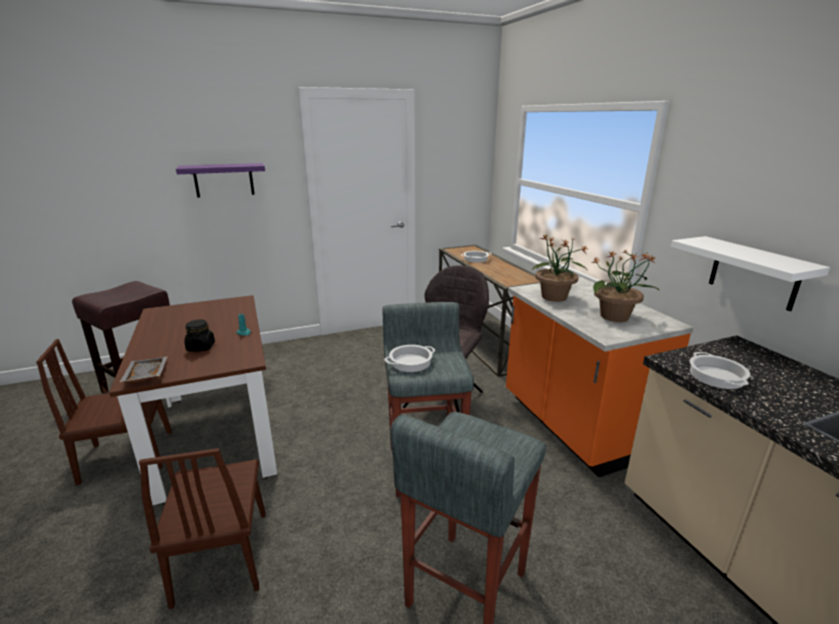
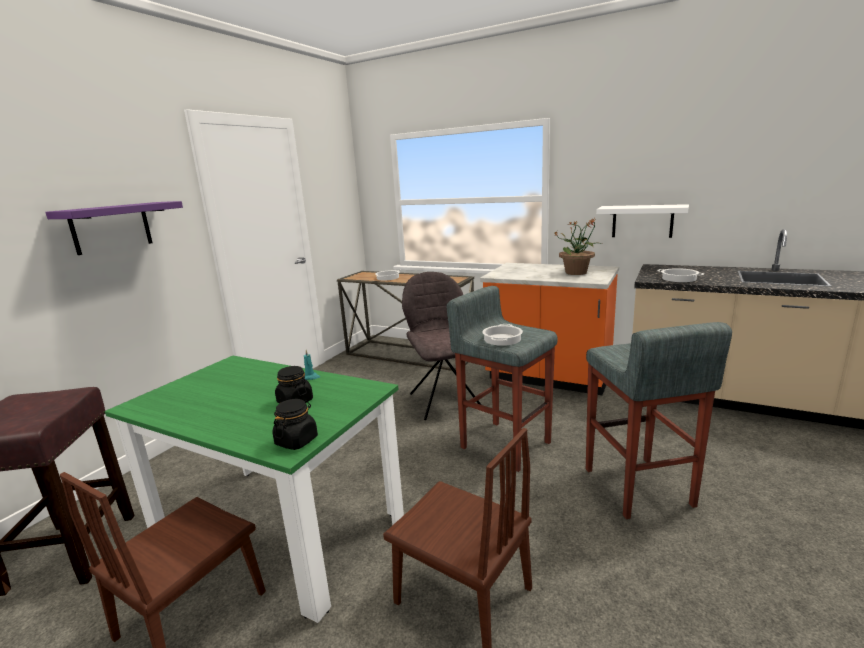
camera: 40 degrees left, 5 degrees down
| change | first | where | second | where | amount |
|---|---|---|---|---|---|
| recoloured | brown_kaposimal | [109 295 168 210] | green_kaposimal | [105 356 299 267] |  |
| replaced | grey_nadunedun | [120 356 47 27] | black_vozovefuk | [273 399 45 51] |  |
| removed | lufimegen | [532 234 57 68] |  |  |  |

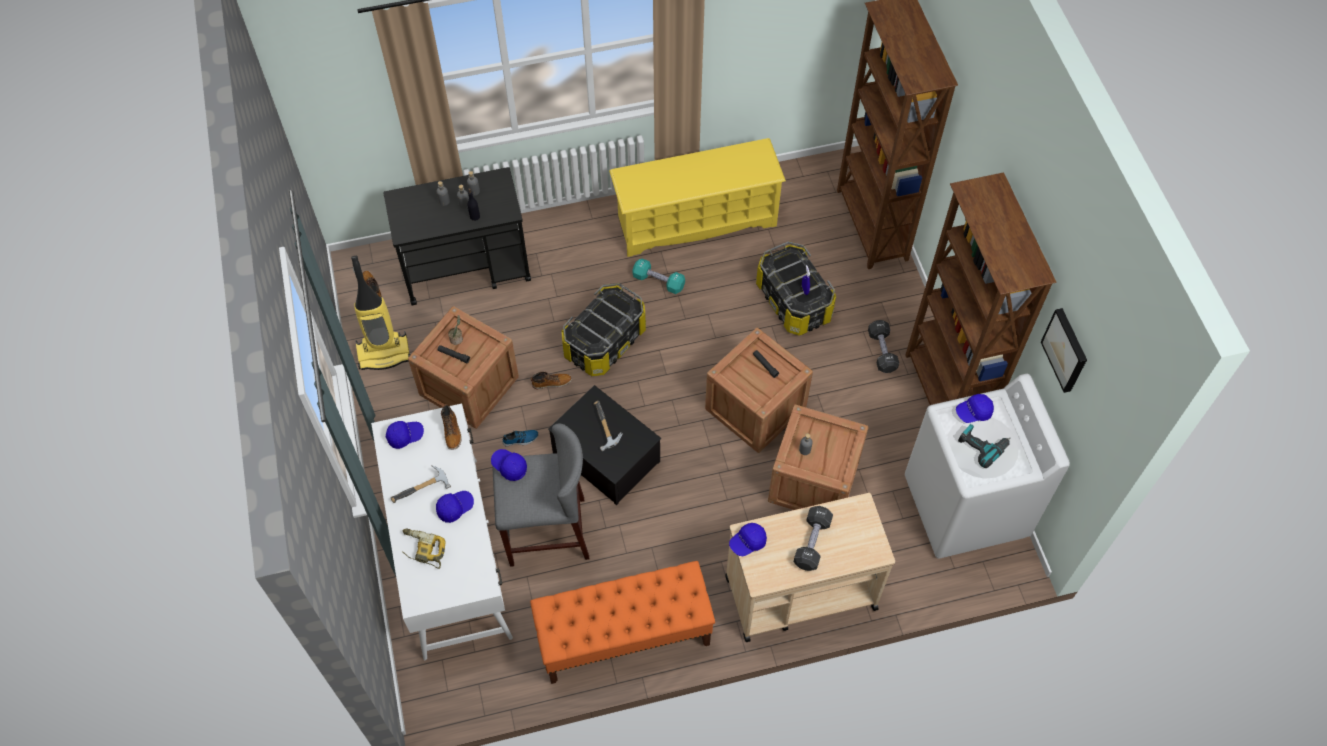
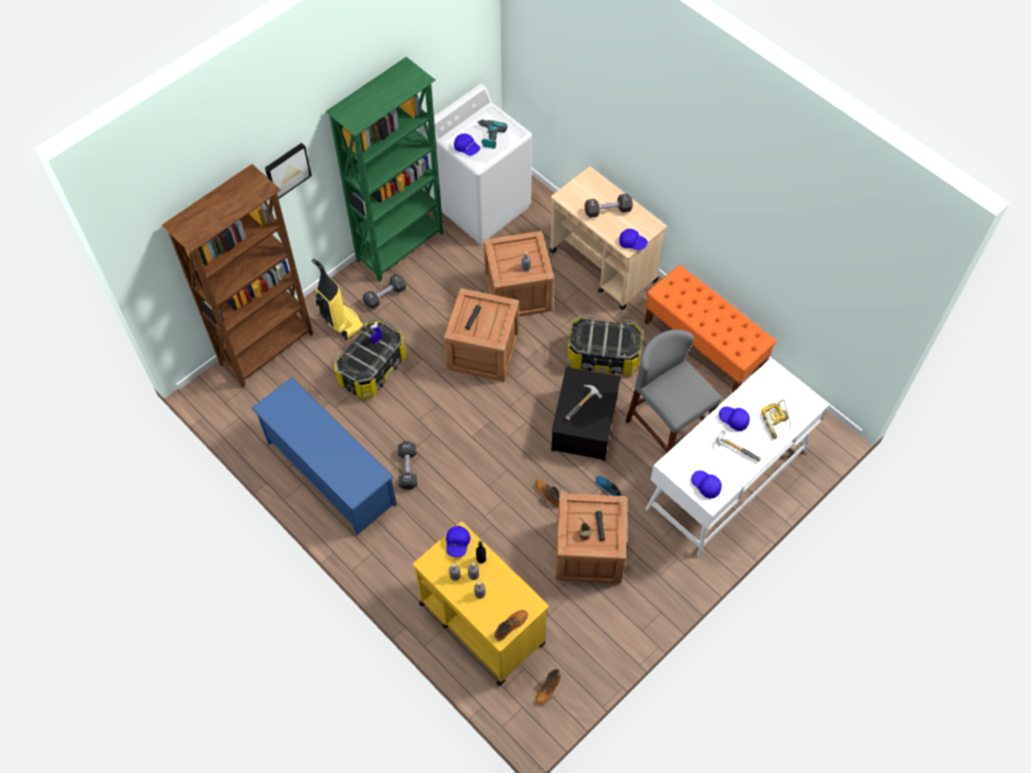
camera: 120 degrees left, 0 degrees up
| change | first | where | second | where | amount |
|---|---|---|---|---|---|
| recoloured | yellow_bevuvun | [609 138 177 119] | blue_bevuvun | [252 377 145 158] |  |
| moved | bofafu | [1041 308 46 85] |  | [265 143 47 56] |  |
| moved | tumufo | [351 256 59 114] |  | [312 259 52 81] |  |
| recoloured | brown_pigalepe | [905 172 152 233] | green_pigalepe | [326 57 118 225] |  |
| recoloured | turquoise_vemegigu | [632 259 53 35] | black_vemegigu | [398 441 19 49] |  |
| recoloured | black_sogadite | [384 167 147 138] | yellow_sogadite | [413 522 136 164] |  |
| moved | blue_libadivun | [491 449 36 32] |  | [446 526 25 31] |  |
| moved | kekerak | [441 405 21 45] |  | [494 610 34 31] |  |
| moved | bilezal | [562 283 84 93] |  | [567 315 76 60] |  |

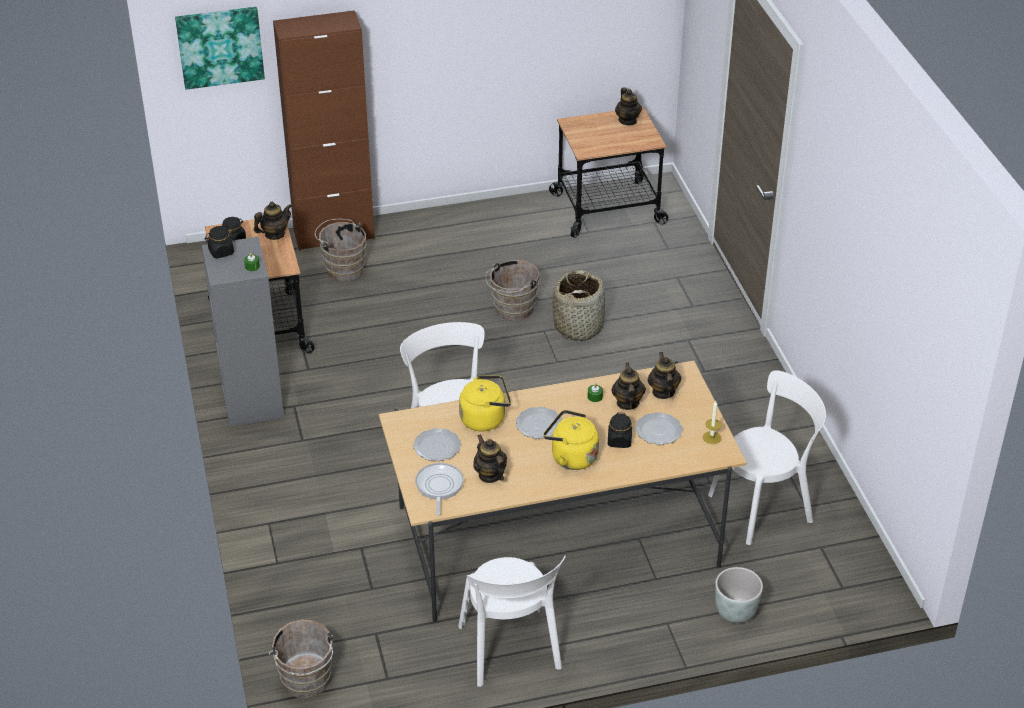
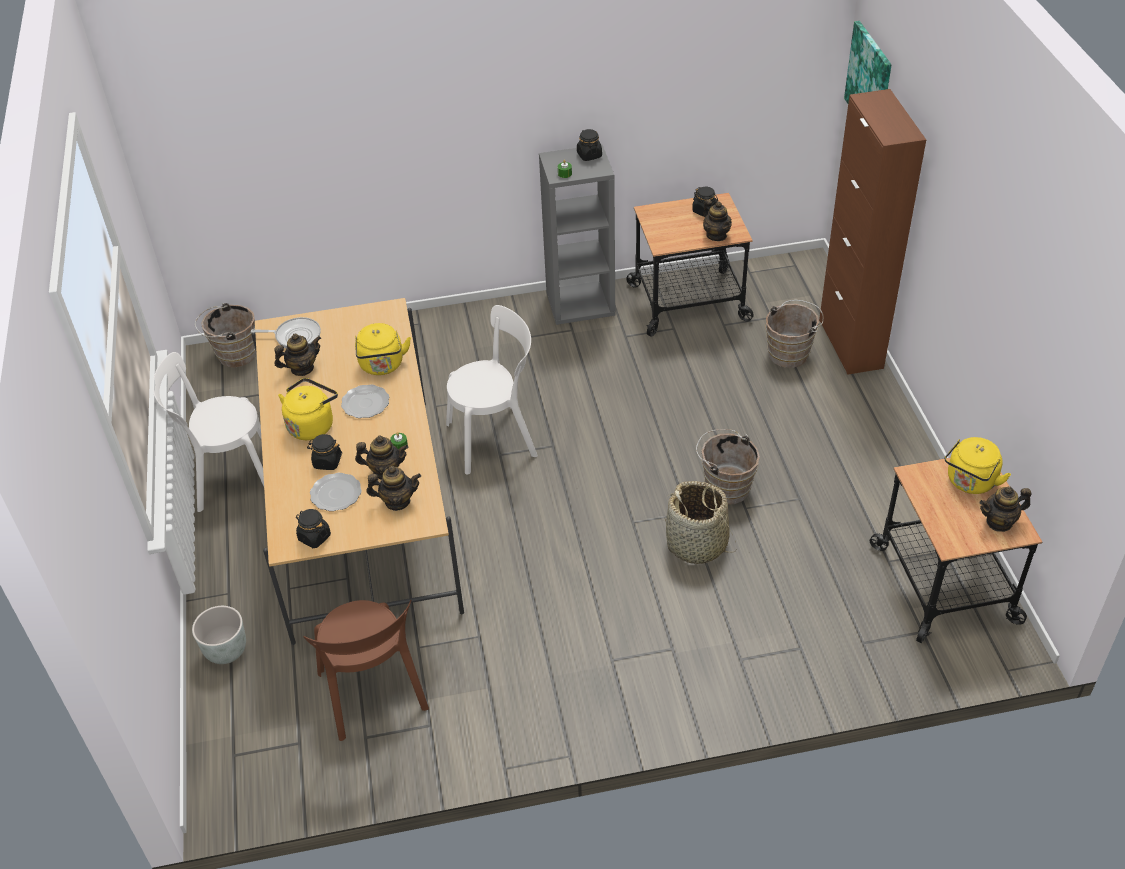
camera: 95 degrees right, 5 degrees up
| change | first | where | second | where | amount |
|---|---|---|---|---|---|
| replaced | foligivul | [703 401 18 43] | black_vozovefuk | [296 509 35 39] |  |
| recoloured | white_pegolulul | [708 370 118 175] | brown_pegolulul | [303 600 126 141] |  |
| added |  |  | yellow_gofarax | [945 437 66 57] |  |
| removed | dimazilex | [413 428 48 33] |  |  |  |

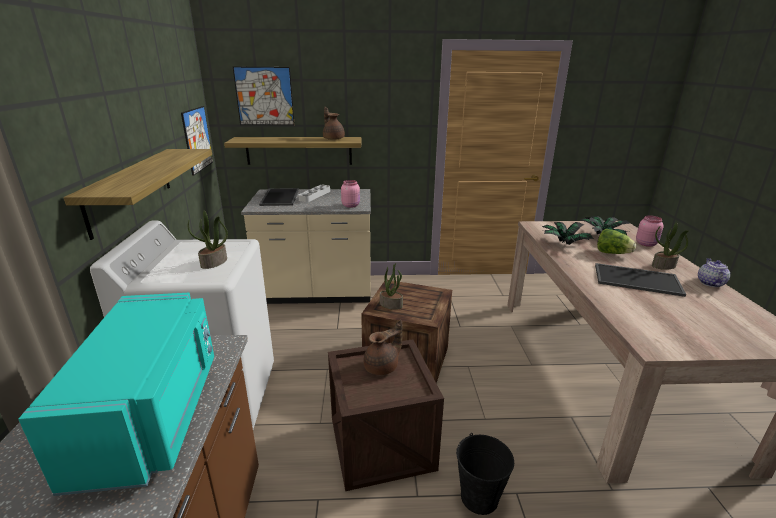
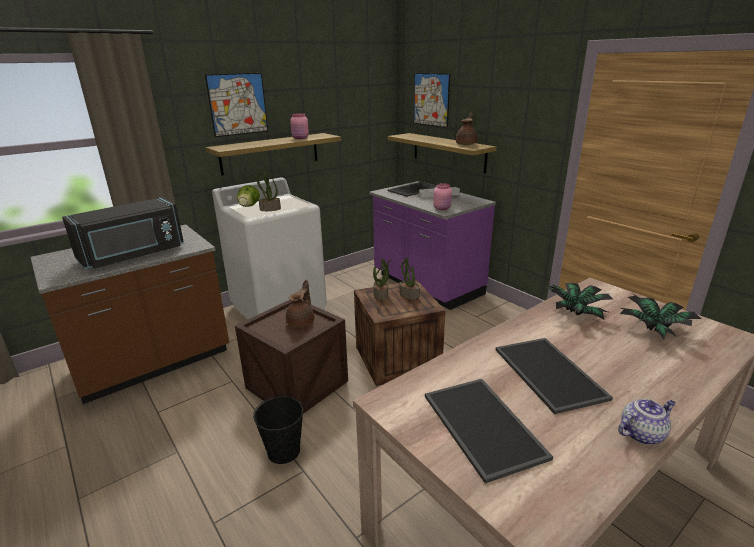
camera: 55 degrees right, 0 degrees up
| change | first | where | second | where | amount |
|---|---|---|---|---|---|
| recoloured | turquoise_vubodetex | [18 293 196 203] | black_vubodetex | [62 197 122 72] |  |
| moved | bofafu | [181 106 32 70] |  | [205 73 63 64] |  |
| moved | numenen | [597 229 39 25] |  | [237 185 23 22] |  |
| turned | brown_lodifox | [363 320 39 55] |  | [286 280 28 47] | 90 degrees counterclockwise |
| moved | pink_vozovefuk | [636 215 28 32] |  | [290 113 19 26] |  |
| recoloured | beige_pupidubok | [241 189 130 115] | purple_pupidubok | [369 181 127 129] |  |
| moved | lufimegen | [652 222 37 48] |  | [400 257 20 42] |  |
| added |  |  | nadunedun | [425 379 128 104] |  |

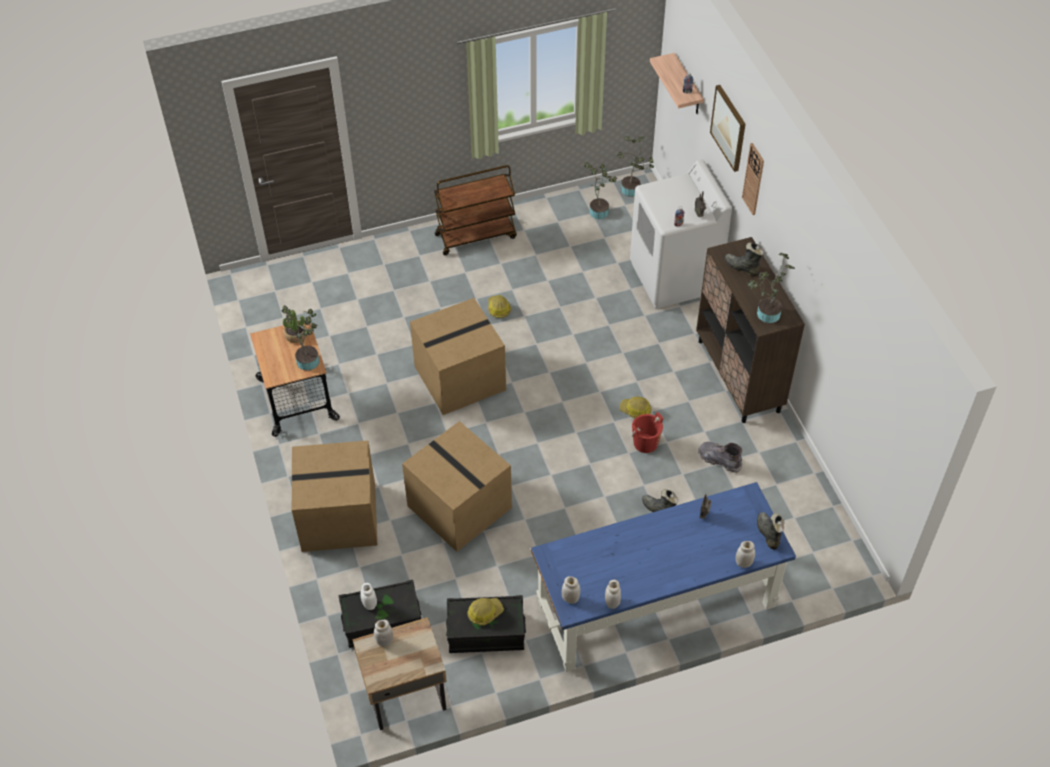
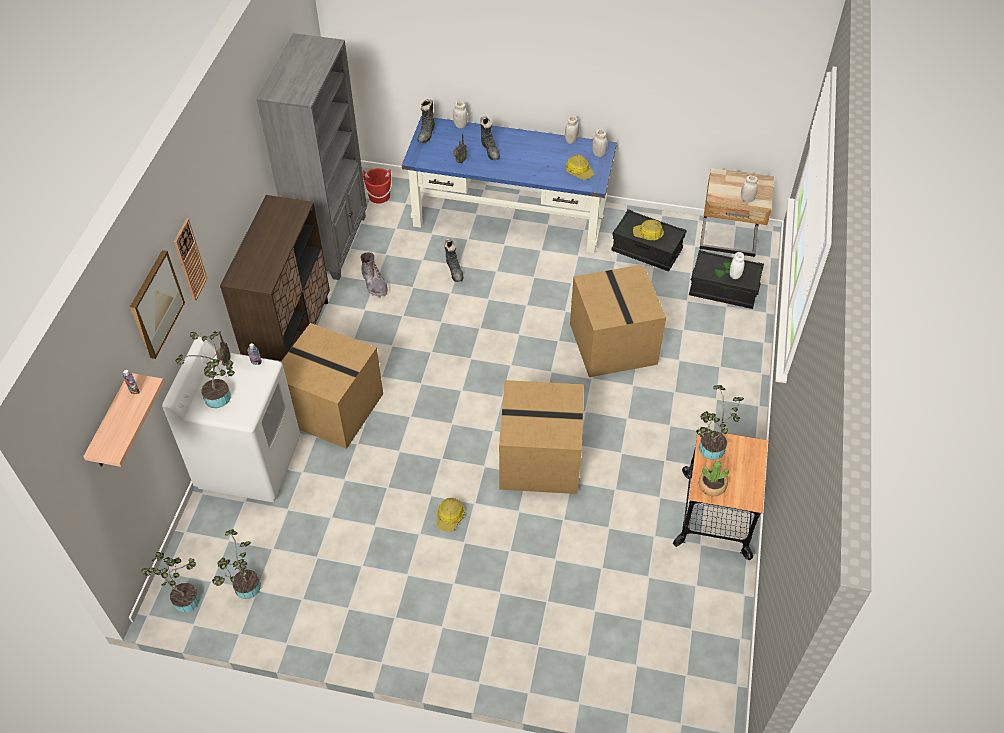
camera: 150 degrees left, 0 degrees up
| change | first | where | second | where | amount |
|---|---|---|---|---|---|
| moved | lufimegen | [747 253 48 70] |  | [175 331 60 77] |  |
| added |  |  | grey_pigalepe | [256 33 111 247] |  |
| moved | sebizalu | [292 440 85 112] |  | [281 323 102 126] |  |
| moved | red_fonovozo | [631 412 32 41] |  | [362 168 31 36] |  |
| moved | black_kekerak | [725 243 39 33] |  | [480 116 20 44] |  |
| moved | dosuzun | [619 396 33 22] |  | [565 154 29 26] |  |
| removed | brown_sogadite | [434 165 83 90] |  |  |  |

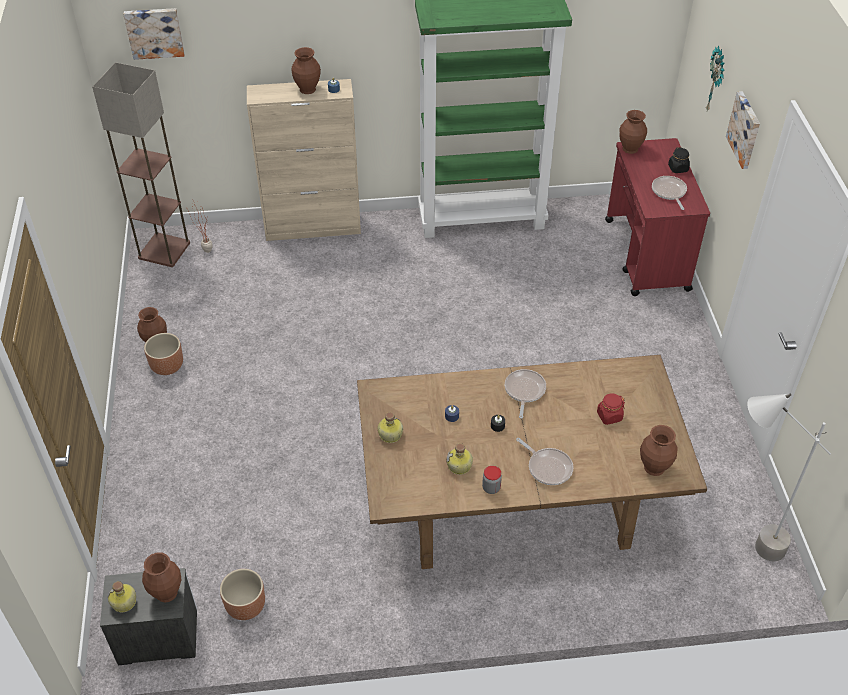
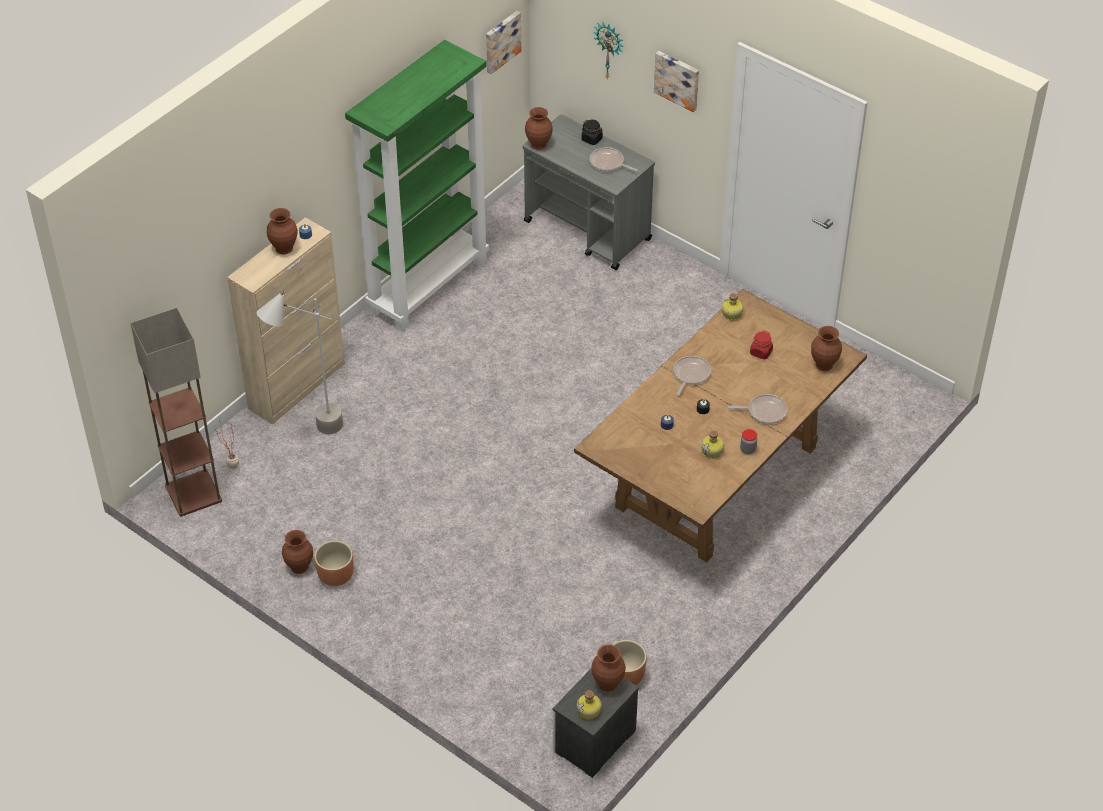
camera: 45 degrees left, 0 degrees up
| change | first | where | second | where | amount |
|---|---|---|---|---|---|
| moved | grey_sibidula | [747 394 84 167] |  | [257 291 86 143] |  |
| moved | bofafu | [123 8 62 52] |  | [486 11 35 63] |  |
| recoloured | red_sogadite | [605 138 105 158] | grey_sogadite | [522 114 133 156] |  |
| turned | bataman | [505 369 41 50] |  | [673 356 38 40] | 60 degrees clockwise |
| moved | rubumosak | [378 412 25 31] |  | [722 293 21 27] |  |

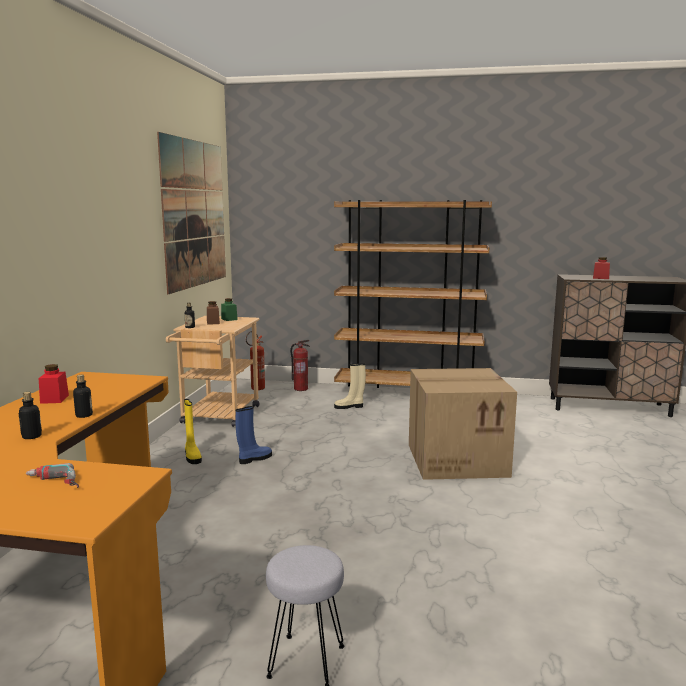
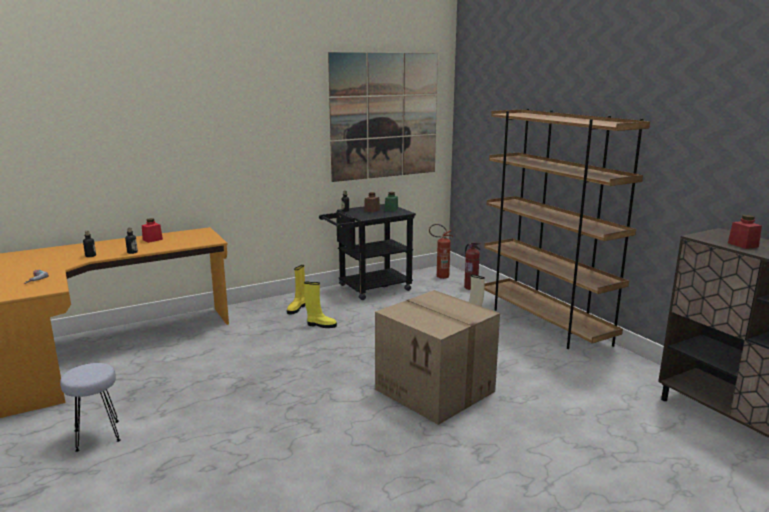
camera: 50 degrees right, 5 degrees up
| change | first | where | second | where | amount |
|---|---|---|---|---|---|
| recoloured | blue_kekerak | [236 406 36 58] | yellow_kekerak | [304 282 33 46] |  |
| recoloured | beige_sogadite | [166 316 94 111] | black_sogadite | [319 204 97 96] |  |

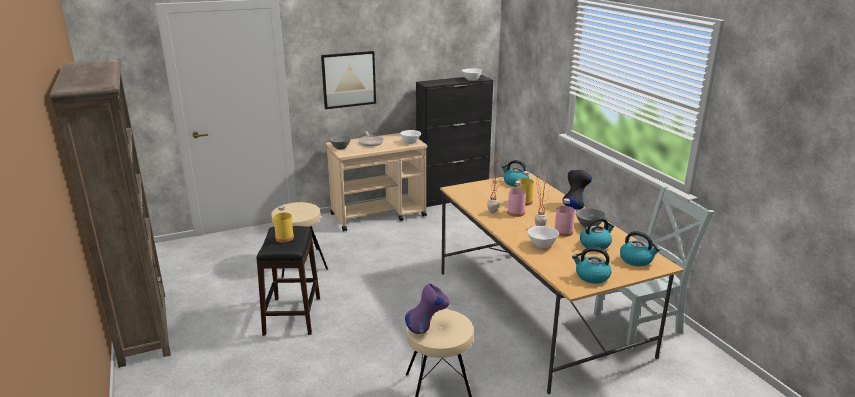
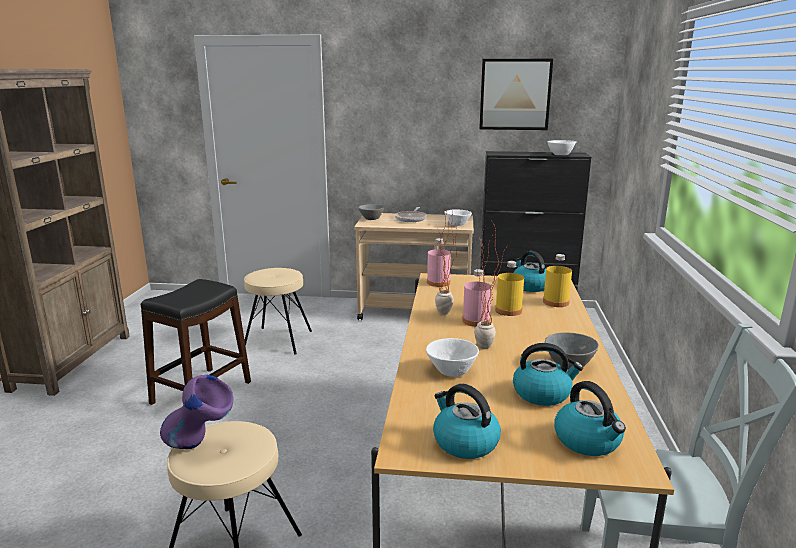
camera: 30 degrees right, 5 degrees down
| change | first | where | second | where | amount |
|---|---|---|---|---|---|
| moved | pink_rubumosak | [554 198 21 39] |  | [427 238 24 49] |  |
| moved | bofafu | [321 51 55 58] |  | [479 59 74 71] |  |
| moved | yellow_rubumosak | [273 206 21 37] |  | [543 254 29 53] |  |
| removed | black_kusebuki | [562 170 30 39] |  |  |  |

